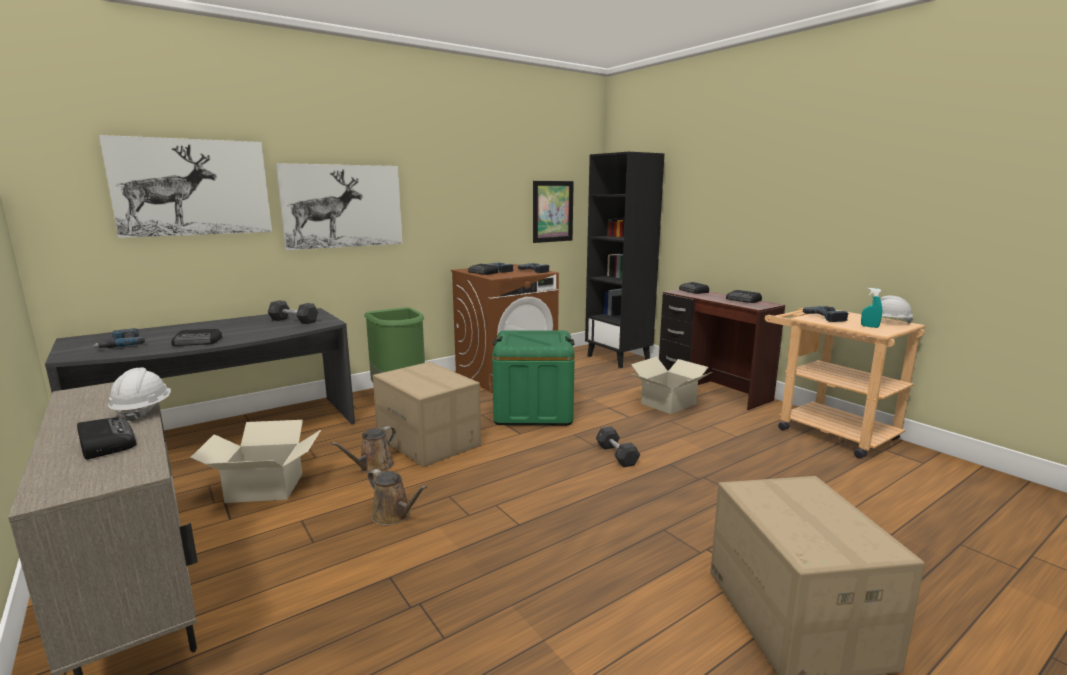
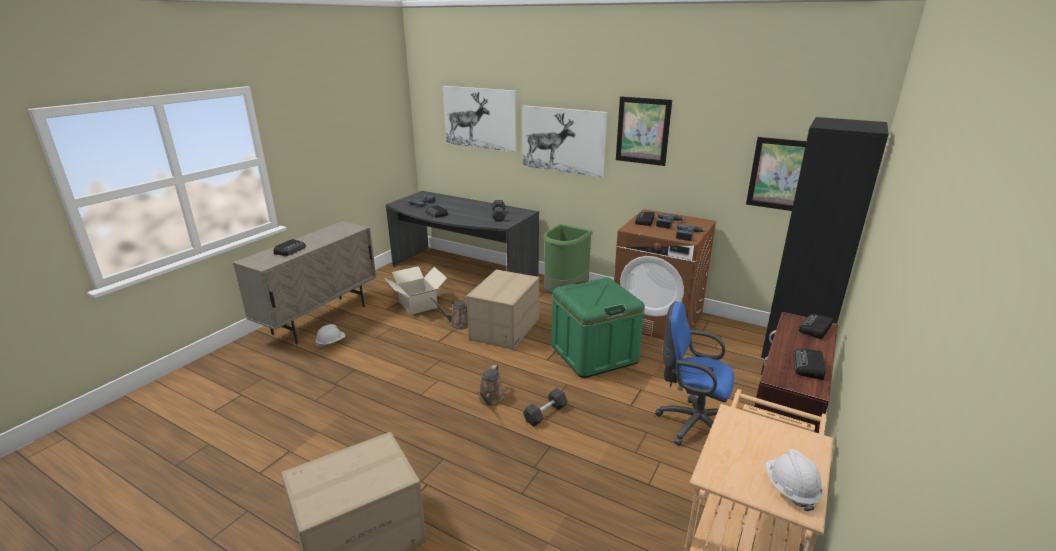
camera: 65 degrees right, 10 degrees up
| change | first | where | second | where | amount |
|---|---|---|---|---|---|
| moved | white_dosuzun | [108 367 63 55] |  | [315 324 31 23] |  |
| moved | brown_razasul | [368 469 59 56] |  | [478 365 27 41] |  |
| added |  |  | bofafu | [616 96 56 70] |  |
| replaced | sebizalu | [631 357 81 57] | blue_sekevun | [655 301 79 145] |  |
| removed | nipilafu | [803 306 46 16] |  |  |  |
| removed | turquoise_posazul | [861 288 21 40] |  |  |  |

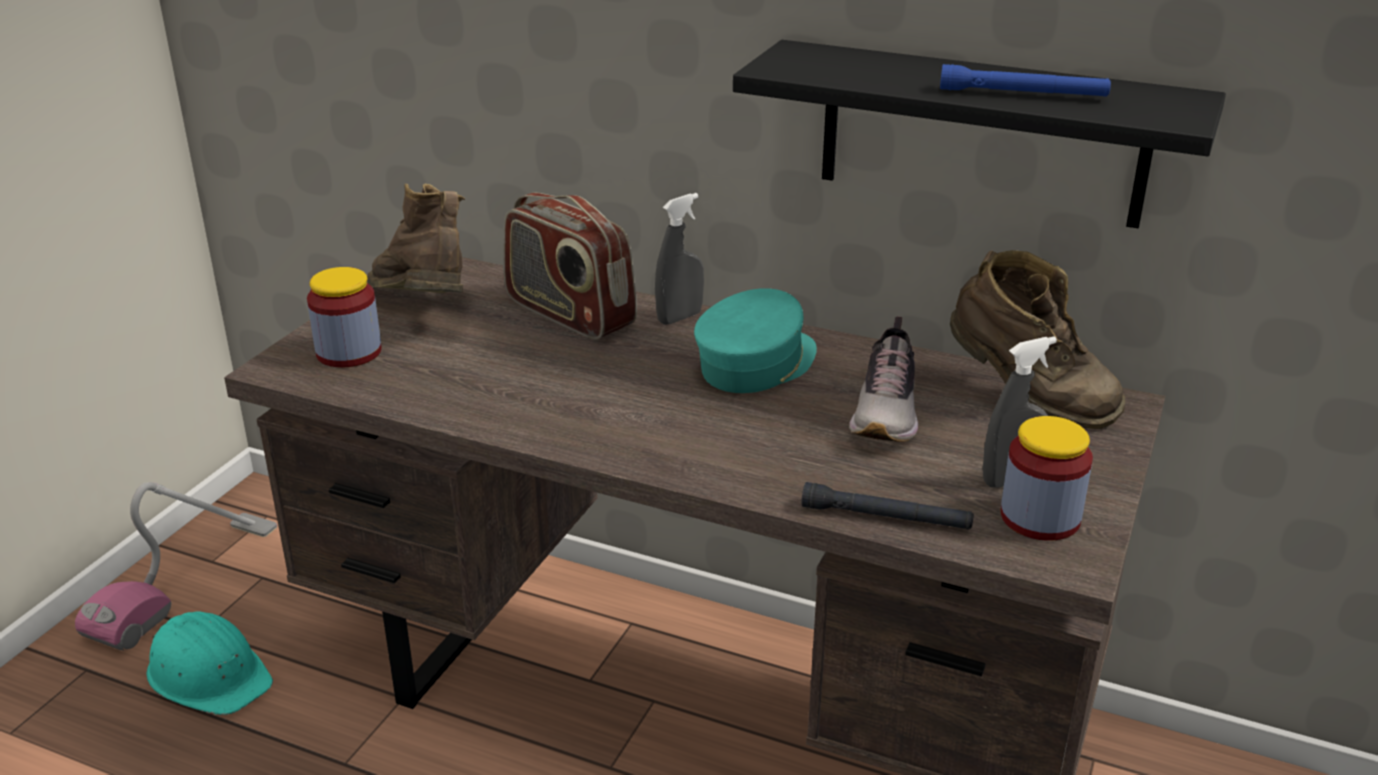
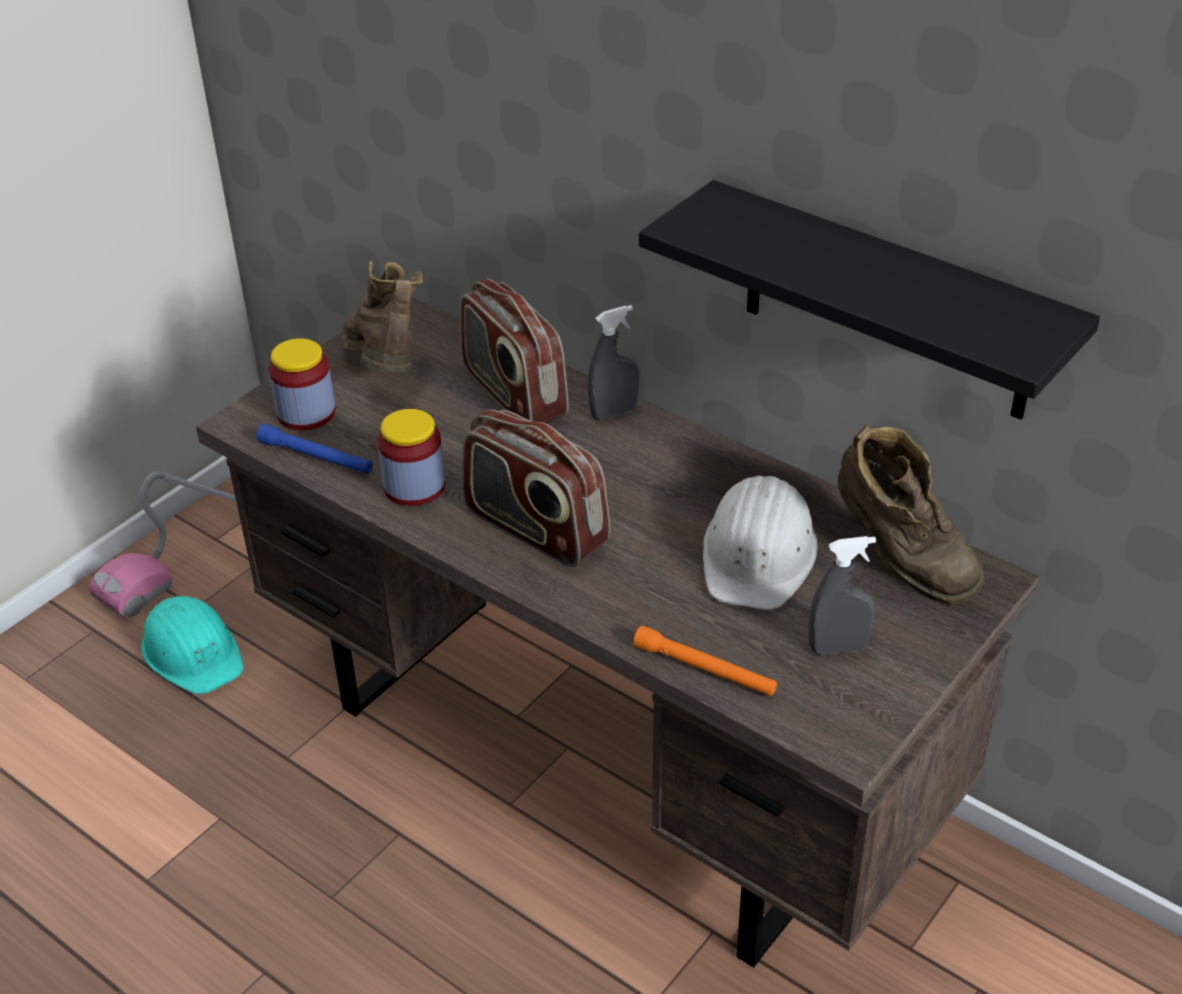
camera: 15 degrees right, 10 degrees up
| change | first | where | second | where | amount |
|---|---|---|---|---|---|
| moved | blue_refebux | [940 64 171 33] |  | [256 424 117 50] |  |
| moved | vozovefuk | [1001 416 92 125] |  | [377 409 68 97] |  |
| added |  |  | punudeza | [461 409 149 158] |  |
| recoloured | black_refebux | [802 482 172 48] | orange_refebux | [633 625 144 71] |  |
| replaced | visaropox | [849 317 69 125] | white_dosuzun | [703 476 115 134] |  |
| removed | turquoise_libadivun | [694 288 123 105] |  |  |  |

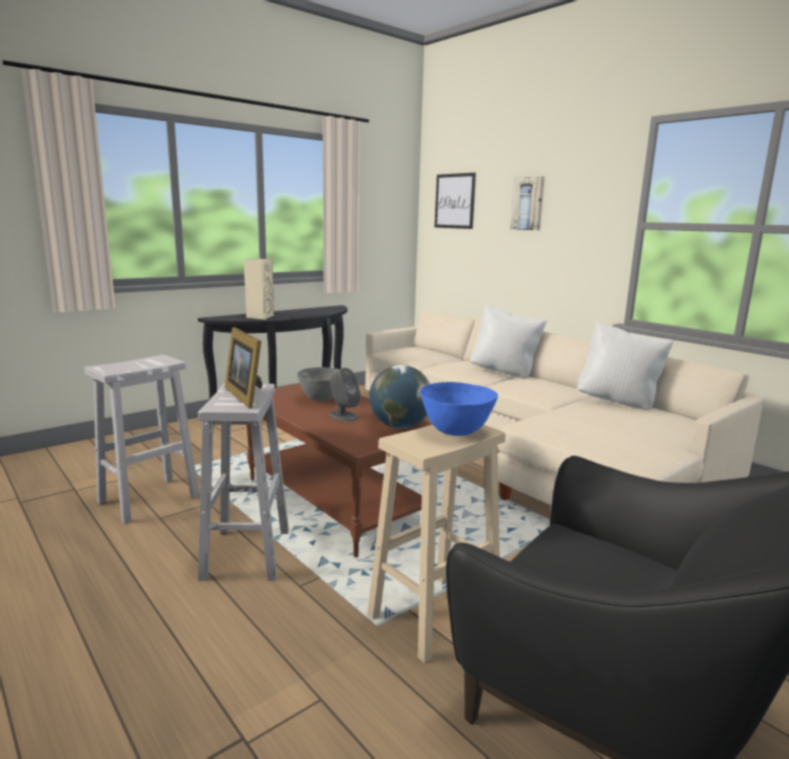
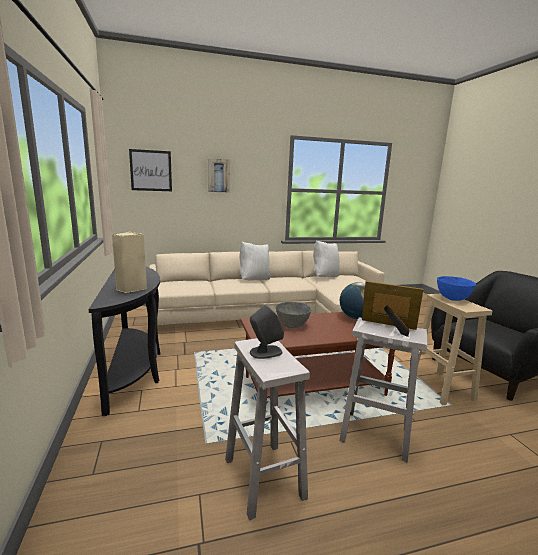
camera: 65 degrees left, 0 degrees up
| change | first | where | second | where | amount |
|---|---|---|---|---|---|
| moved | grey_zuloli | [329 368 32 54] |  | [250 305 34 54] |  |
| turned | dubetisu | [225 327 38 82] |  | [362 281 62 56] | 150 degrees counterclockwise |

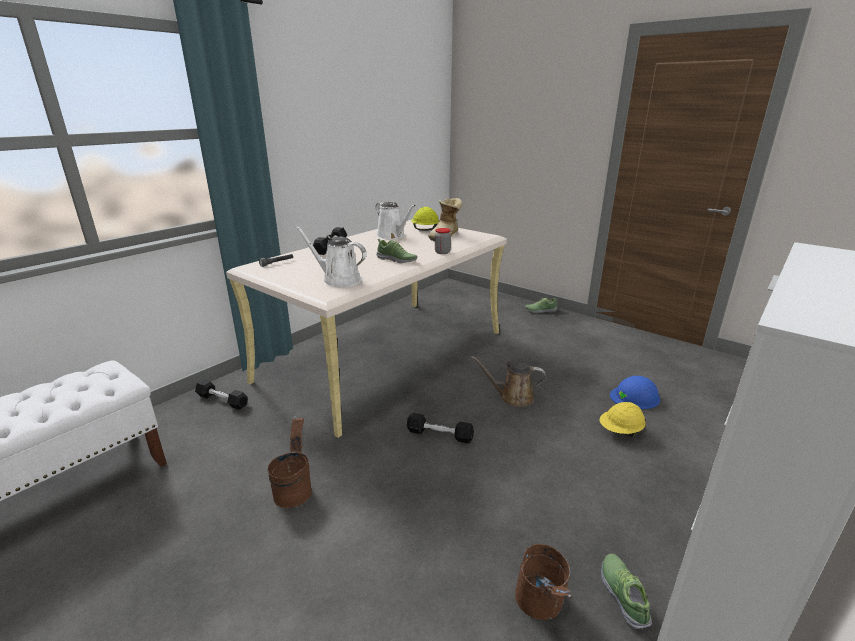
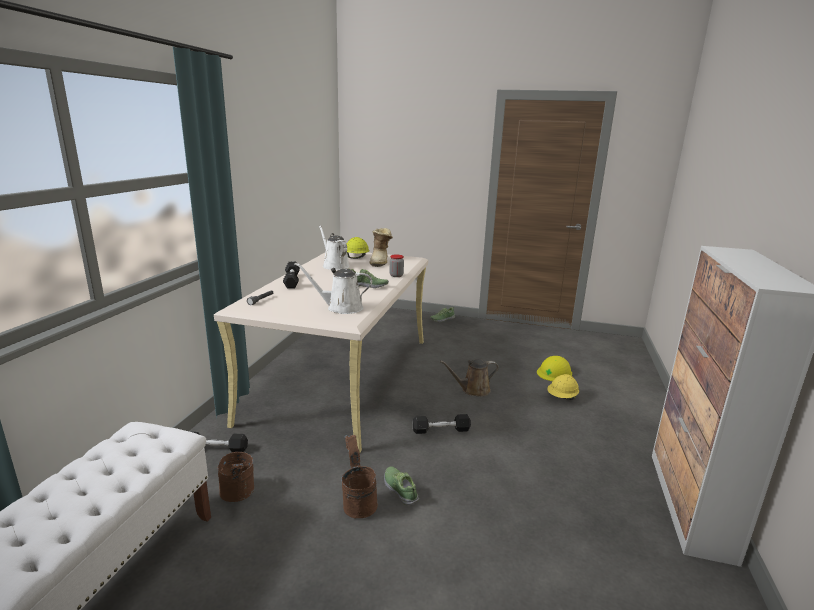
camera: 25 degrees left, 5 degrees down
| change | first | where | second | where | amount |
|---|---|---|---|---|---|
| moved | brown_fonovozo | [515 544 57 76] |  | [218 452 36 50] |  |
| turned | white_razasul | [376 202 40 37] |  | [319 226 31 44] | 150 degrees counterclockwise |
| moved | visaropox | [601 553 51 76] |  | [384 466 35 40] |  |
| recoloured | blue_dosuzun | [610 376 50 34] | yellow_dosuzun | [537 356 35 25] |  |

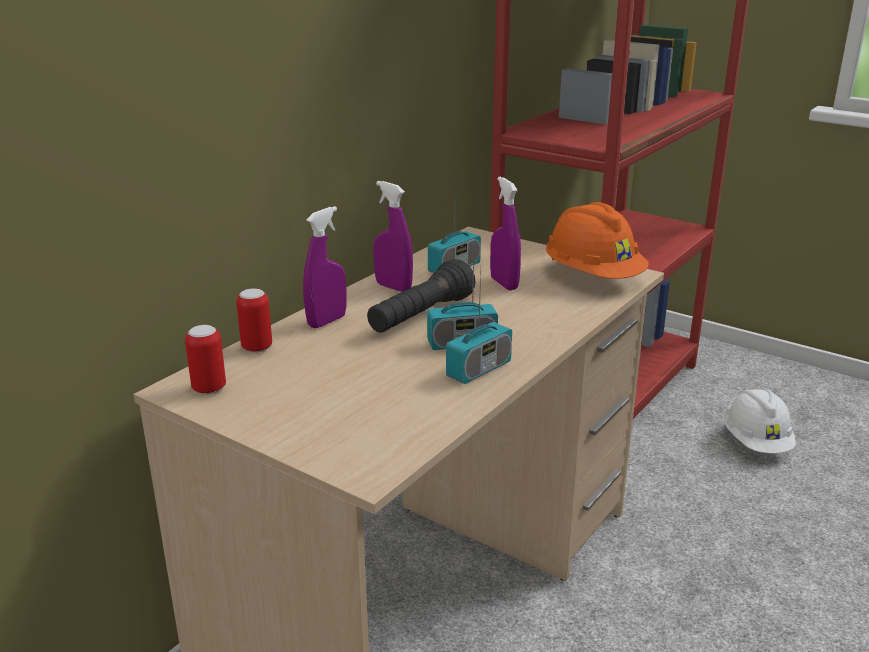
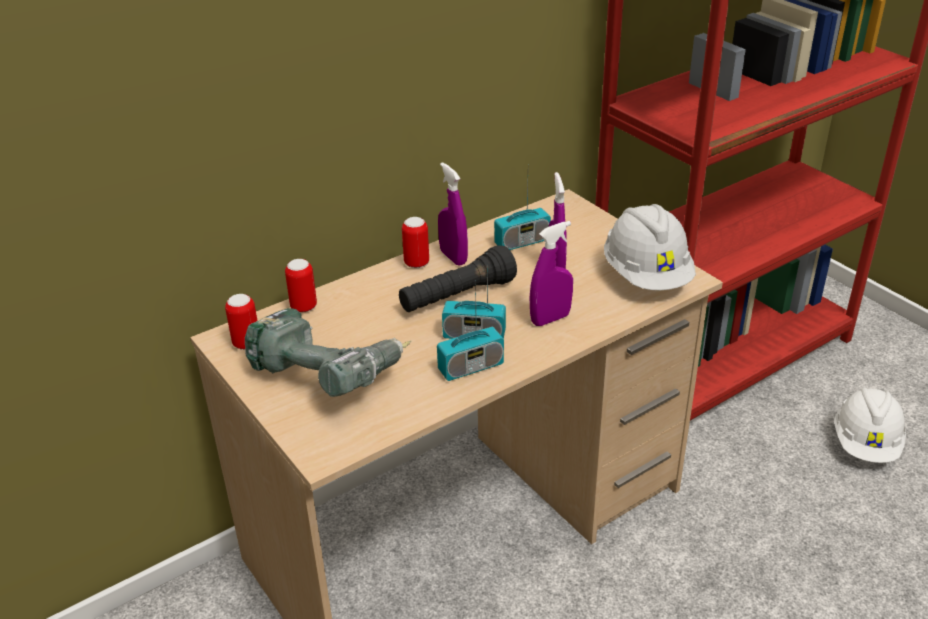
camera: 20 degrees right, 10 degrees up
| change | first | where | second | where | amount |
|---|---|---|---|---|---|
| added |  |  | nipilafu | [245 308 167 89] |  |
| added |  |  | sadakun | [402 217 27 51] |  |
| moved | purple_posazul | [303 206 43 122] |  | [530 221 43 105] |  |
| recoloured | orange_dosuzun | [546 202 102 77] | white_dosuzun | [604 204 92 86] |  |

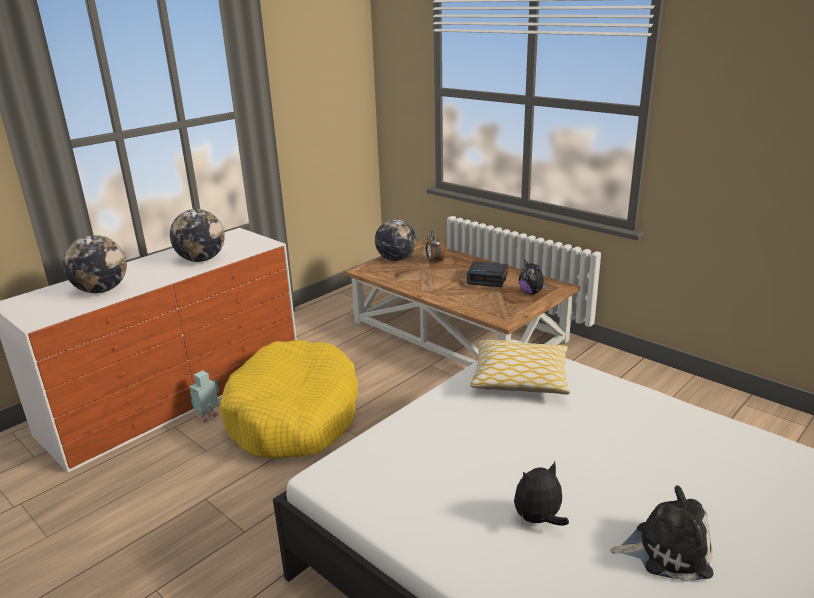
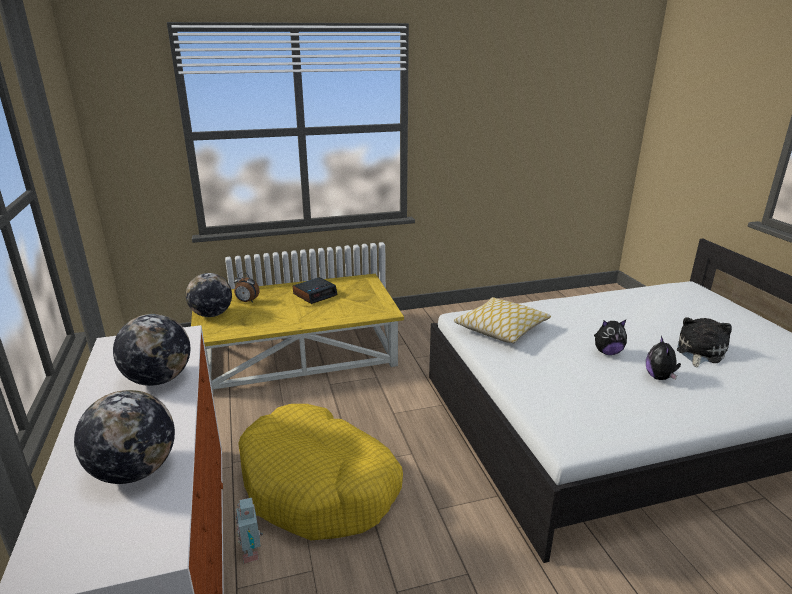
camera: 60 degrees left, 0 degrees up
| change | first | where | second | where | amount |
|---|---|---|---|---|---|
| recoloured | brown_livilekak | [345 241 235 125] | yellow_livilekak | [191 274 213 119] |  |
| moved | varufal | [519 259 29 36] |  | [594 320 33 35] |  |

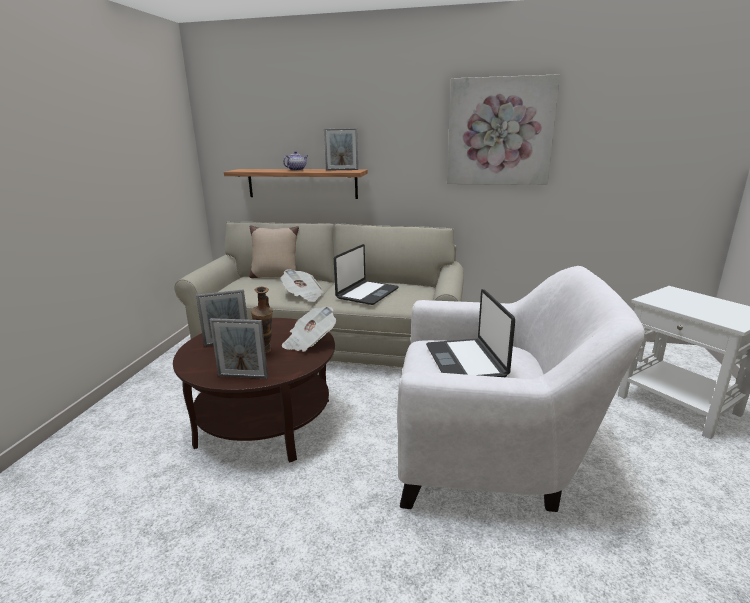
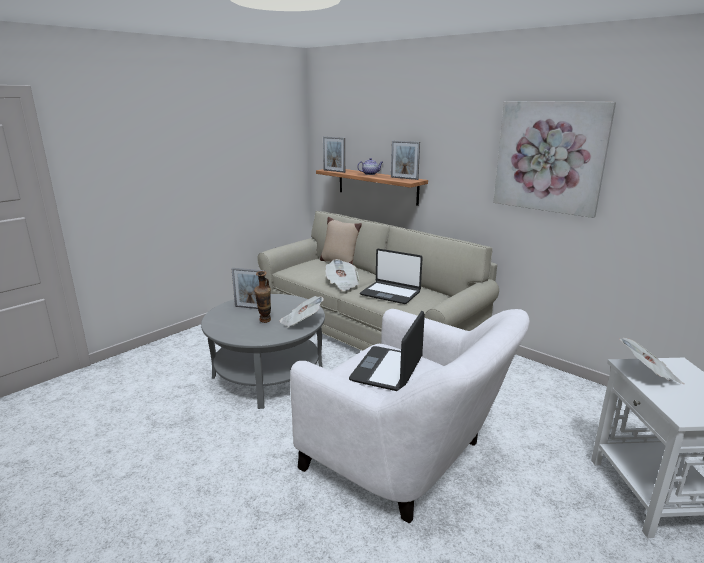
camera: 30 degrees right, 0 degrees up
| change | first | where | second | where | amount |
|---|---|---|---|---|---|
| recoloured | brown_livilekak | [173 318 162 144] | grey_livilekak | [201 294 124 115] |  |
| moved | dubetisu | [209 318 59 61] |  | [323 136 22 37] |  |
| turned | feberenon | [334 244 65 61] |  | [360 249 63 55] | 60 degrees clockwise |
| added |  |  | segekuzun | [619 338 66 46] |  |

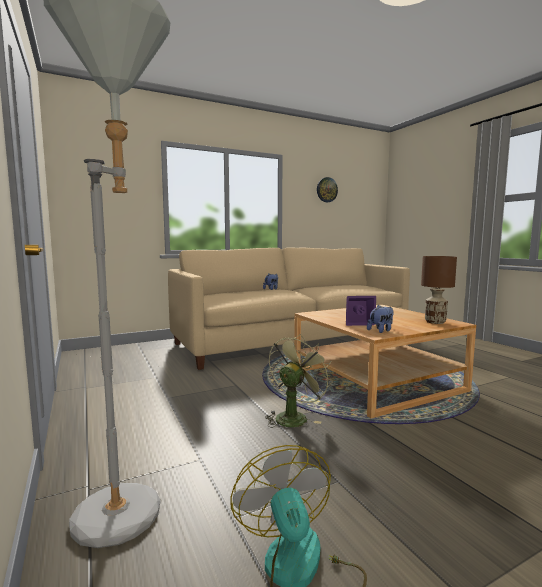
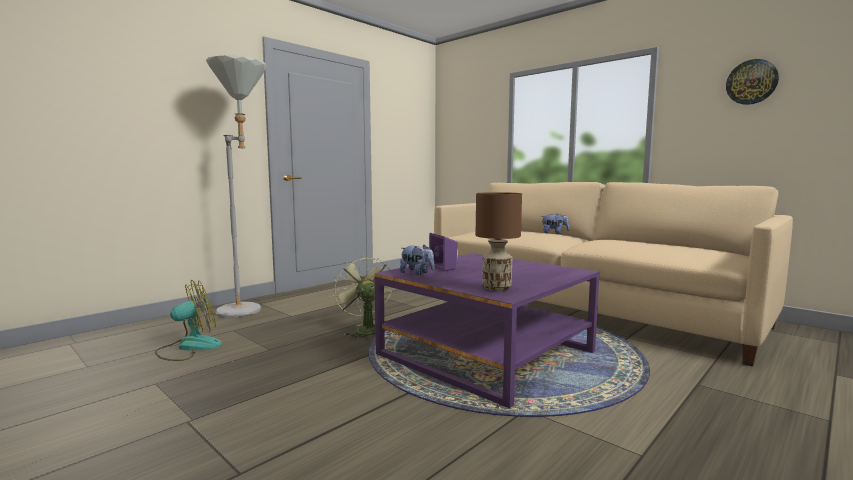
camera: 70 degrees right, 0 degrees up
| change | first | where | second | where | amount |
|---|---|---|---|---|---|
| turned | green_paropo | [265 334 68 94] |  | [333 255 60 84] | 135 degrees counterclockwise |
| recoloured | beige_livilekak | [294 305 182 113] | purple_livilekak | [374 253 225 155] |  |

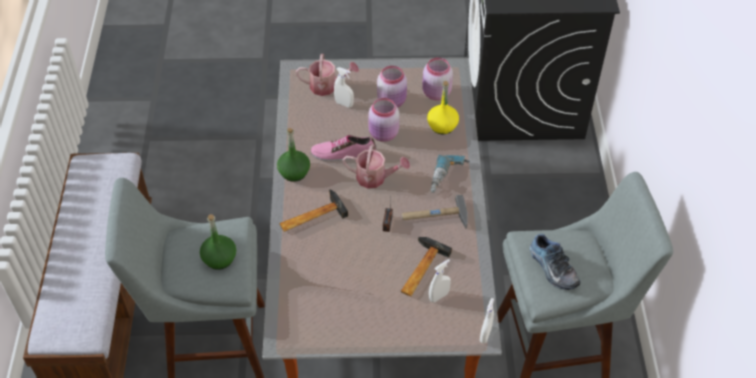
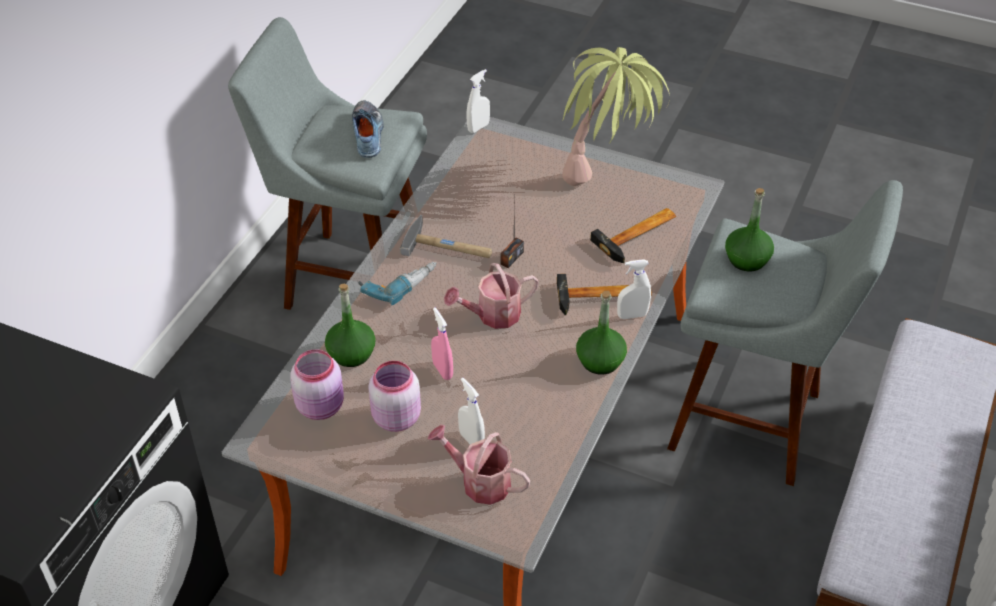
camera: 155 degrees left, 5 degrees down
| change | first | where | second | where | amount |
|---|---|---|---|---|---|
| recoloured | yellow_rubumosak | [427 81 32 53] | green_rubumosak | [325 284 51 83] |  |
| replaced | pink_vozovefuk | [368 98 31 44] | pink_posazul | [431 308 22 72] |  |
| turned | razasul | [342 144 68 45] |  | [444 263 95 66] | 60 degrees counterclockwise |
| added |  |  | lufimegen | [562 47 108 139] |  |
| moved | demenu | [401 237 51 59] |  | [590 208 86 55] |  |
| moved | white_posazul | [429 259 22 44] |  | [617 259 34 60] |  |
| removed | visaropox | [311 135 65 26] |  |  |  |

